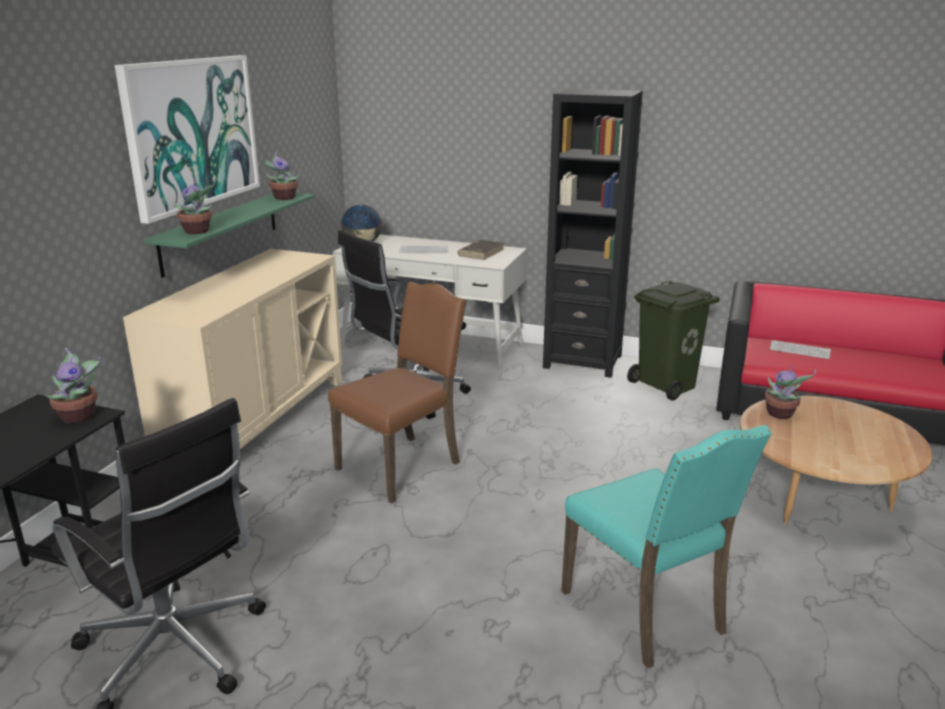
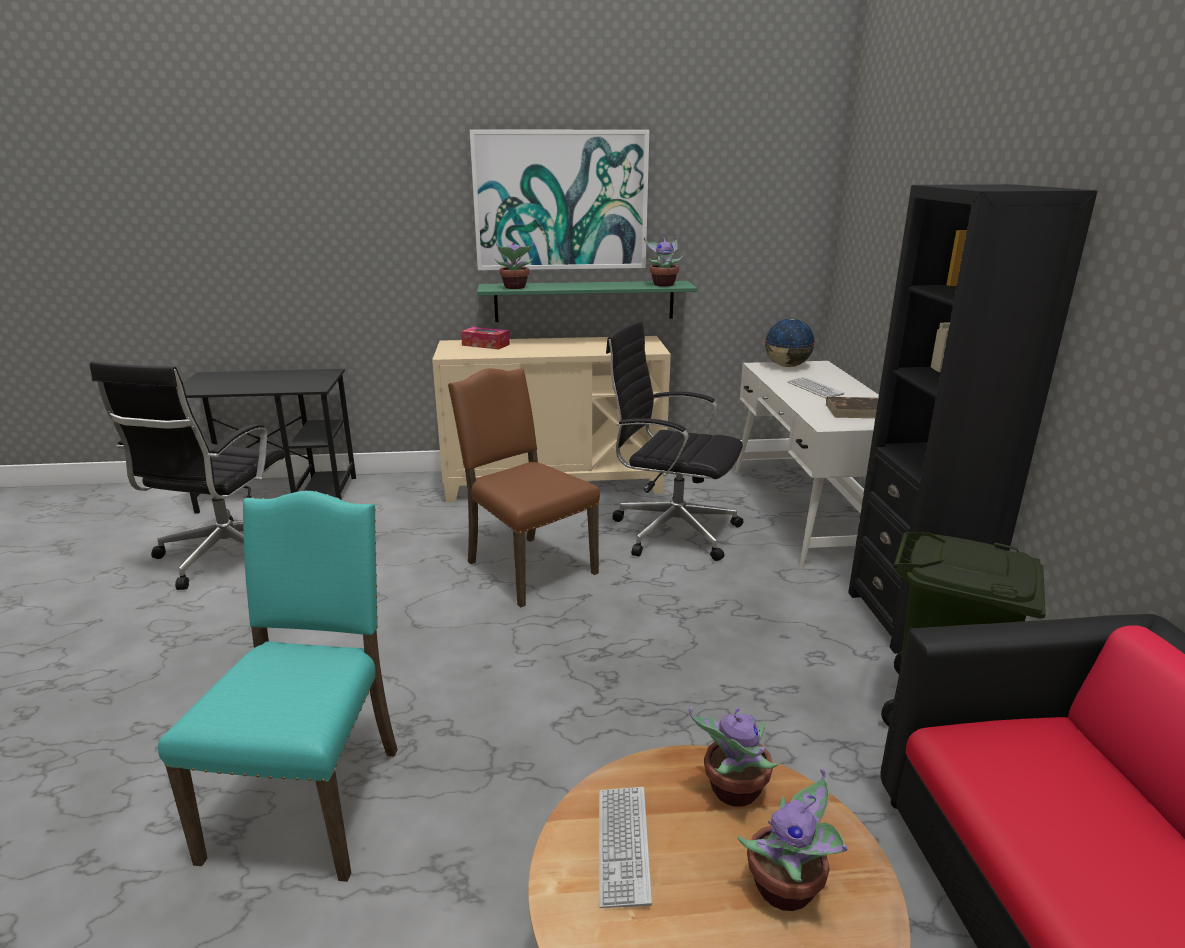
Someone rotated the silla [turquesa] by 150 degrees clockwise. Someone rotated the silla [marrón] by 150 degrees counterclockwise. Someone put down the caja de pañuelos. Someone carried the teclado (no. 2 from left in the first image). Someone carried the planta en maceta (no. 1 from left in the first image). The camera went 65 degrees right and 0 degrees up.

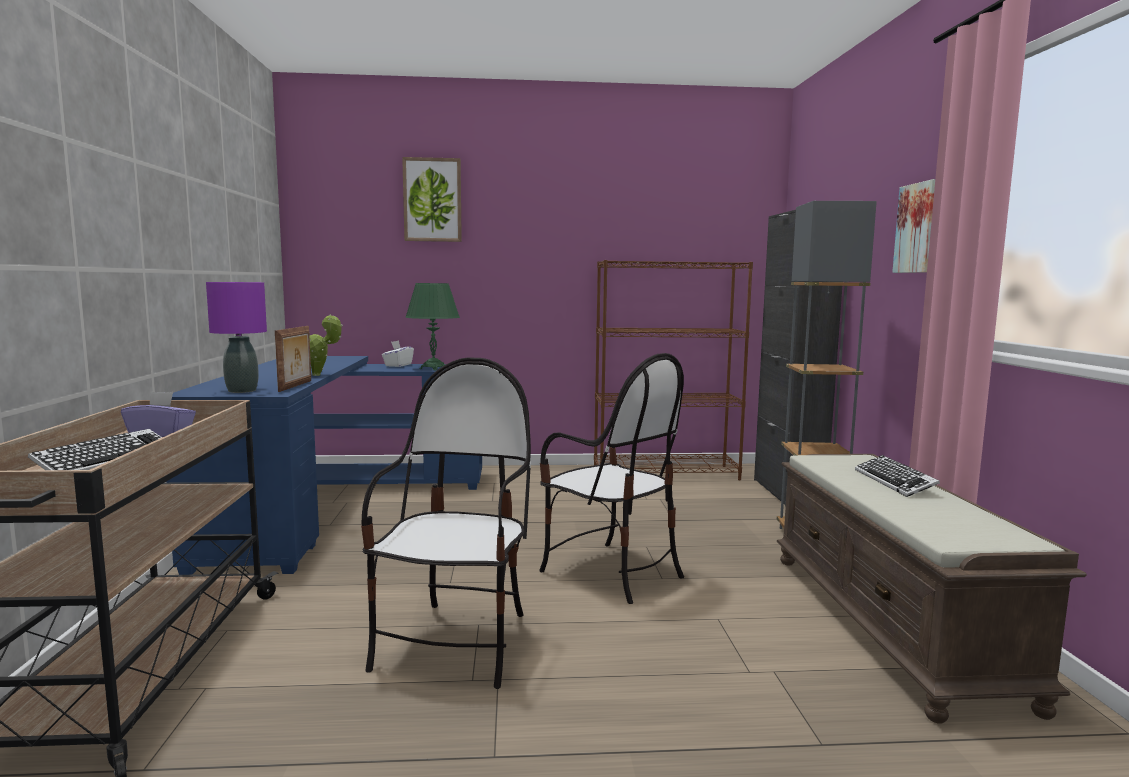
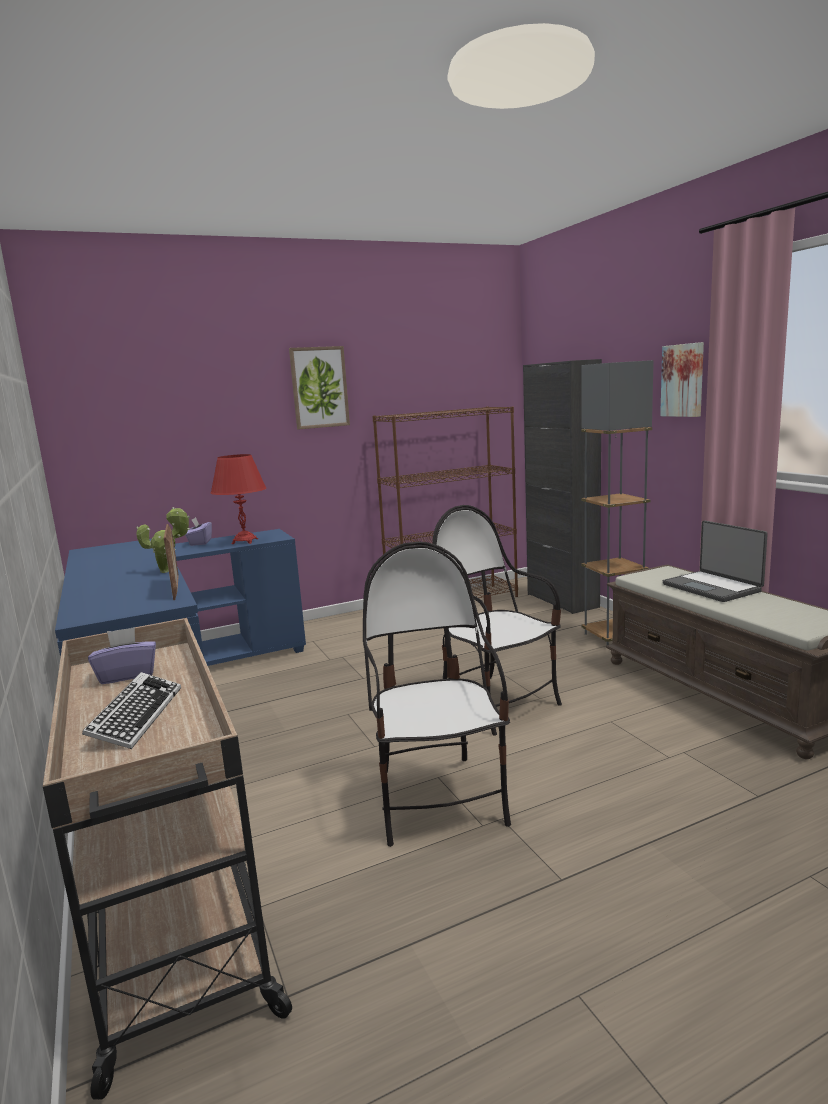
Someone repainted the caja de pañuelos [blanco], which became the caja de pañuelos [morado] (no. 2 from left). Someone repainted the lámpara de mesa [verde], which became the lámpara de mesa [rojo]. Someone carried the cuadro (no. 1 from left). Someone rotated the silla (no. 2 from left) by 150 degrees counterclockwise. Someone swapped the teclado (no. 2 from left) for the portátil. Someone took away the lámpara de mesa [morado]. The camera went 20 degrees left and 5 degrees up.

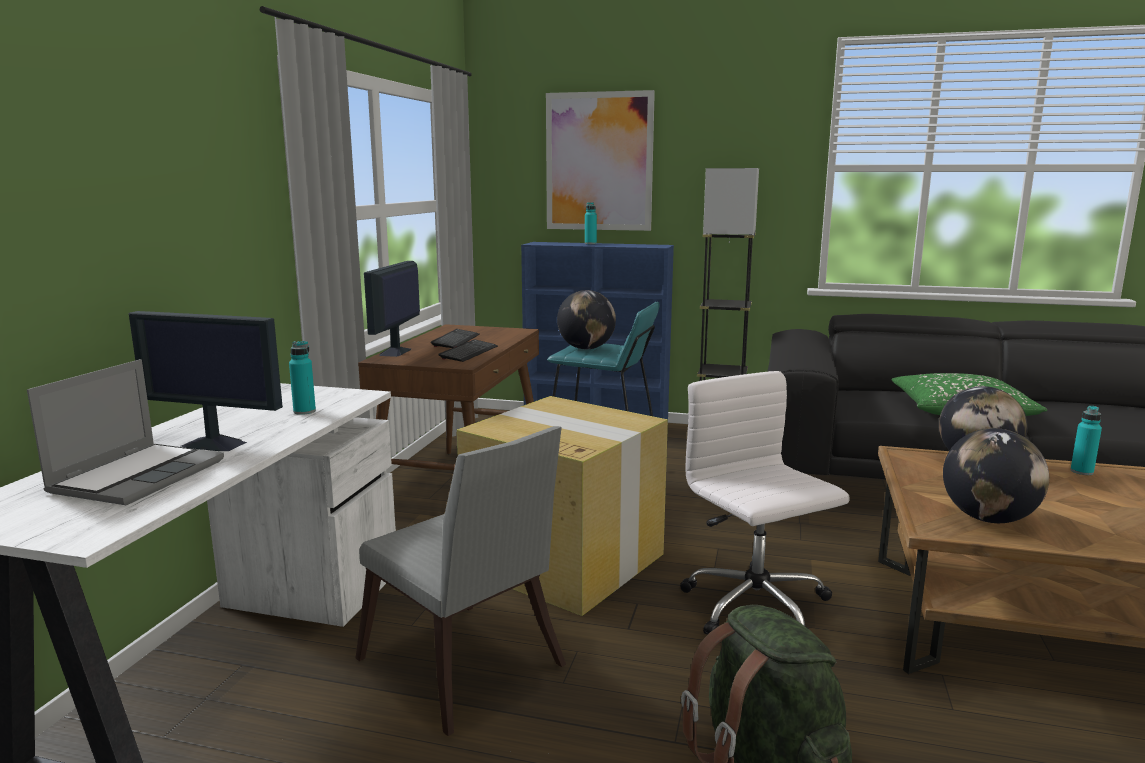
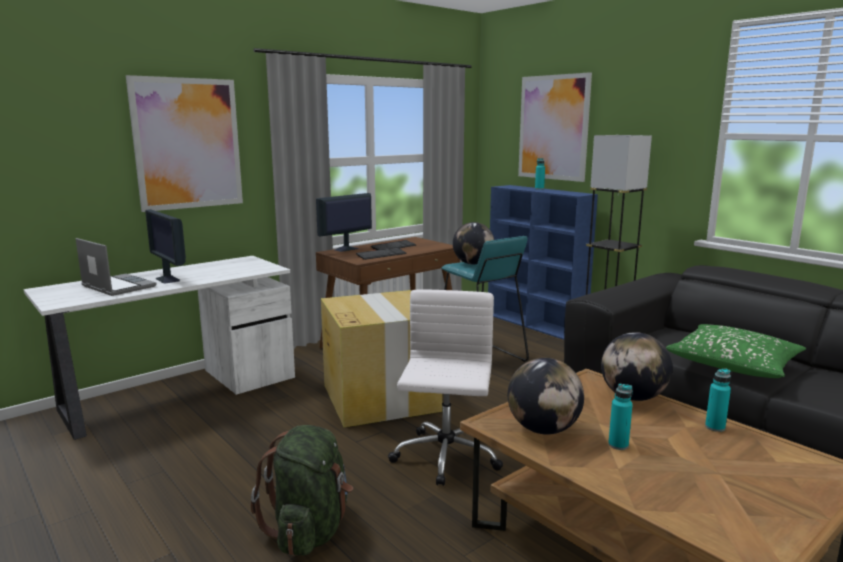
Someone rotated the portátil by 105 degrees counterclockwise. Someone put up the cuadro (no. 1 from left). Someone carried the botella [turquesa] (no. 1 from left in the first image). Someone took away the silla [gris]. The camera went 35 degrees right and 0 degrees up.

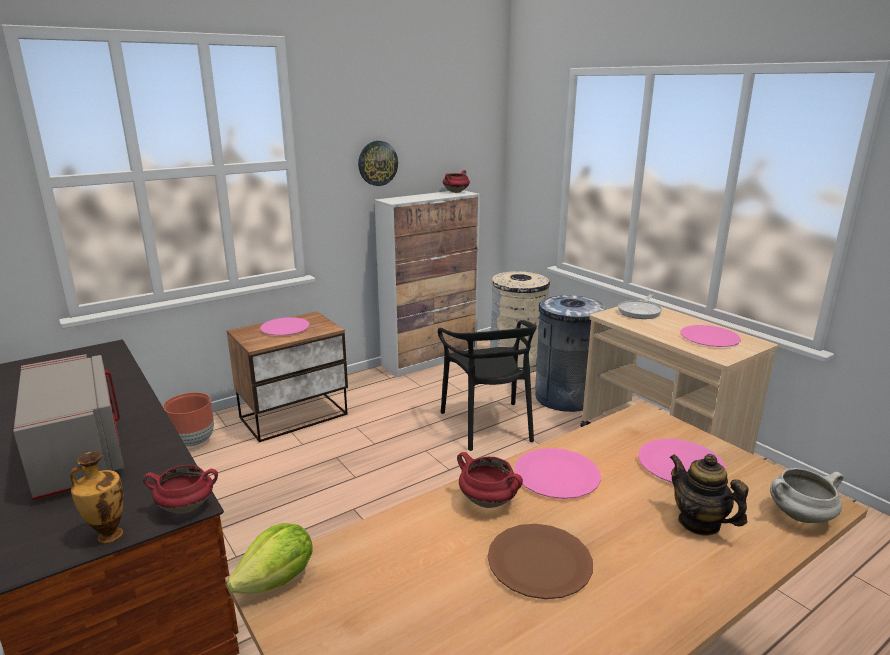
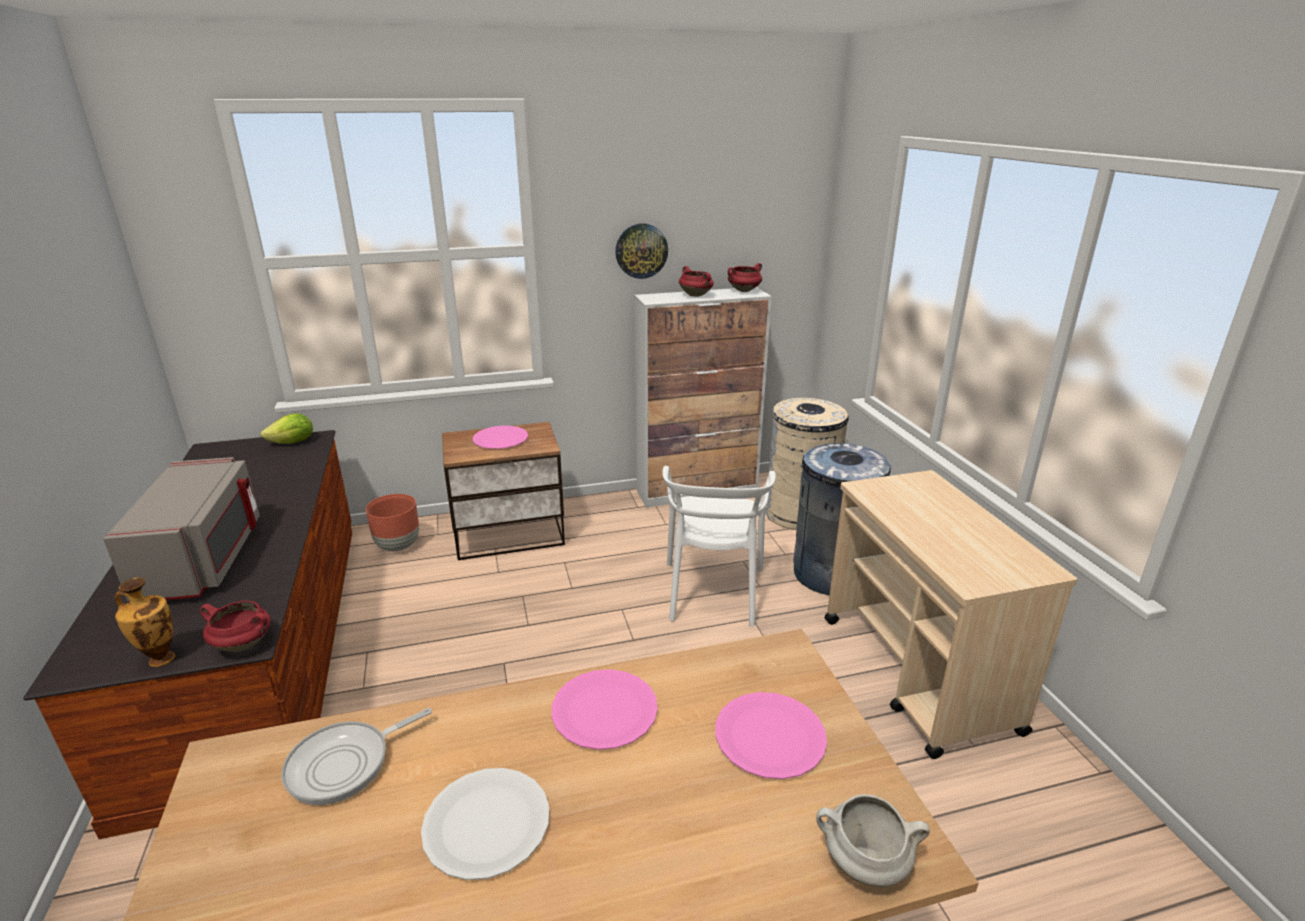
Someone carried the lechuga. Someone carried the sartén. Someone repainted the plato [marrón], which became the plato [blanco]. Someone repainted the silla [negro], which became the silla [blanco]. Someone carried the olla [rojo] (no. 3 from left in the first image). Someone took away the tetera. Someone took away the plato [rosa] (no. 4 from left). The camera went 20 degrees right and 5 degrees up.

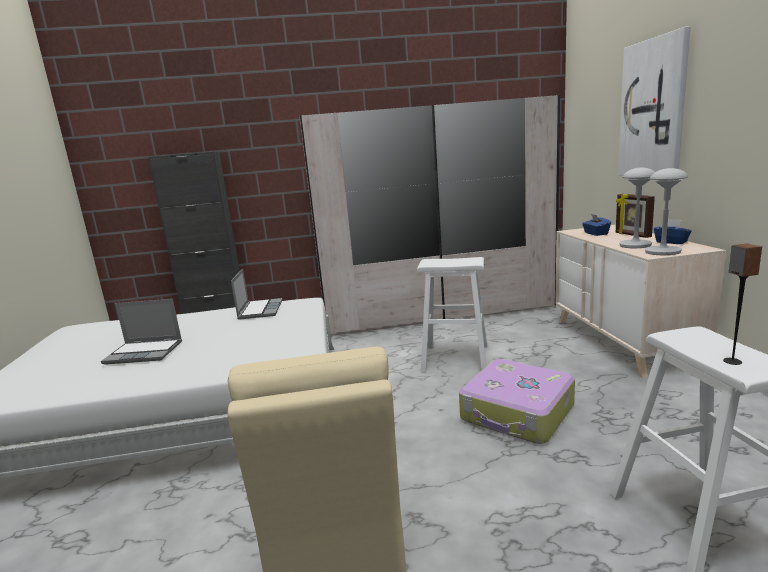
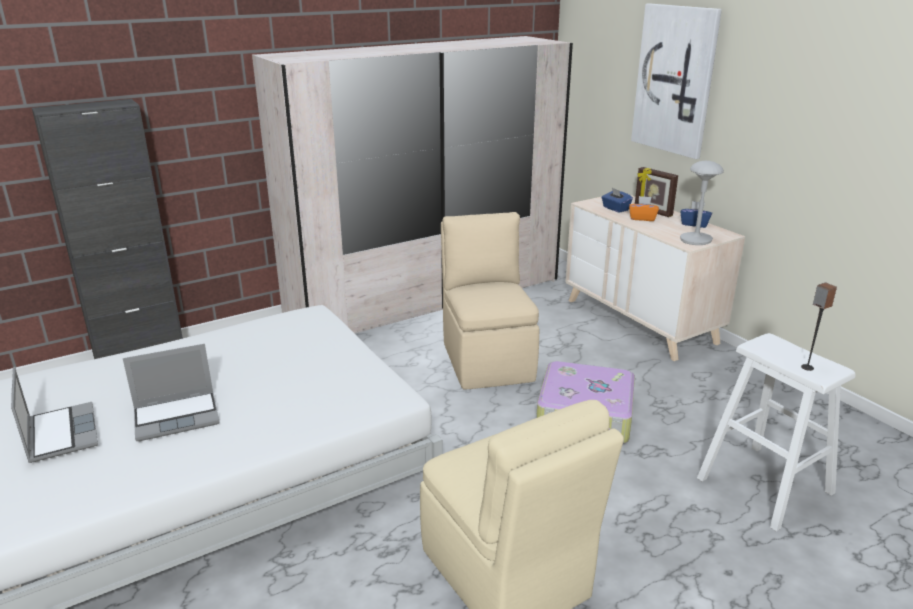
Someone carried the portátil (no. 2 from left in the first image). Someone swapped the taburete [blanco] (no. 1 from left) for the silla [beis] (no. 1 from left). Someone put down the caja de pañuelos [naranja]. Someone took away the lámpara de mesa [gris] (no. 1 from left). The camera went 25 degrees left and 10 degrees up.

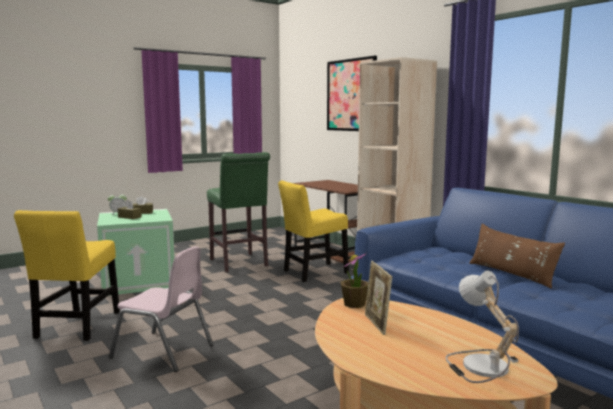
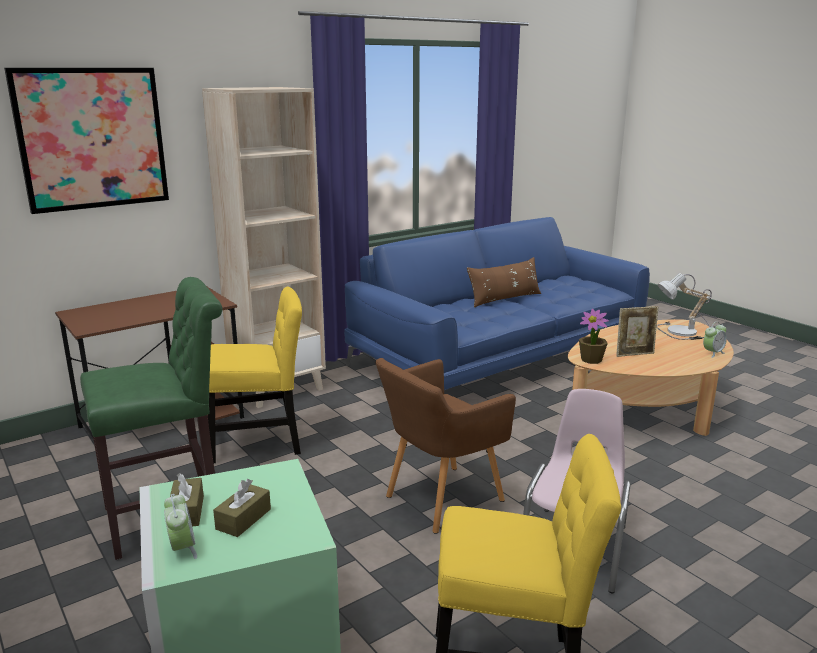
Someone rotated the silla [amarillo] (no. 2 from left in the first image) by 75 degrees counterclockwise. Someone put down the sillón [marrón]. Someone put down the despertador (no. 2 from left). The camera went 90 degrees left and 10 degrees up.

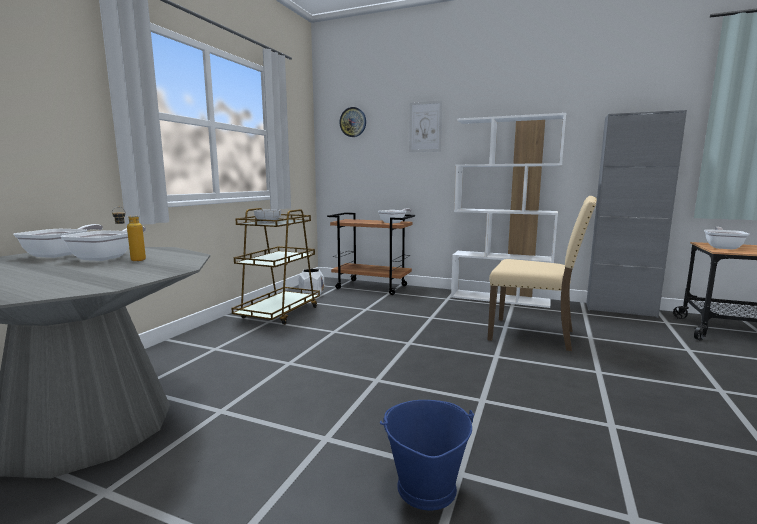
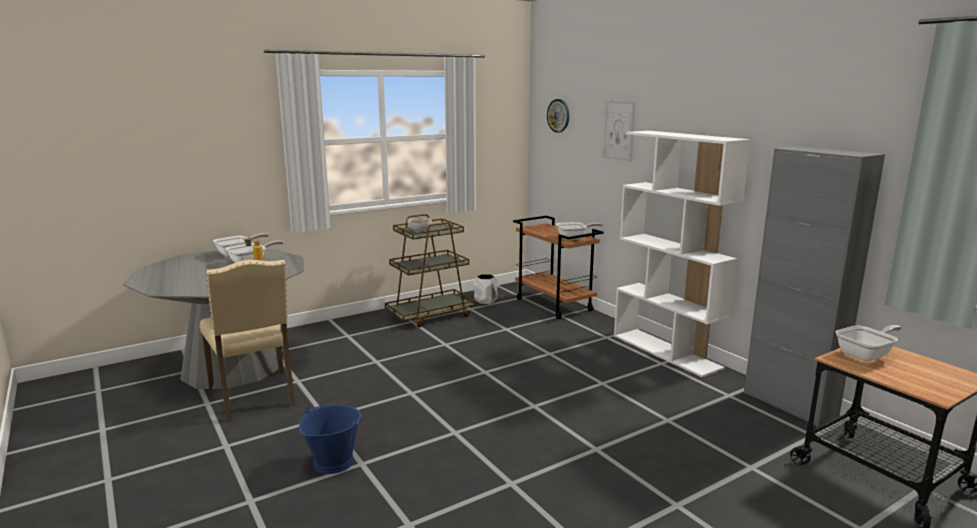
Someone carried the silla [beis]. The camera went 35 degrees right and 5 degrees up.

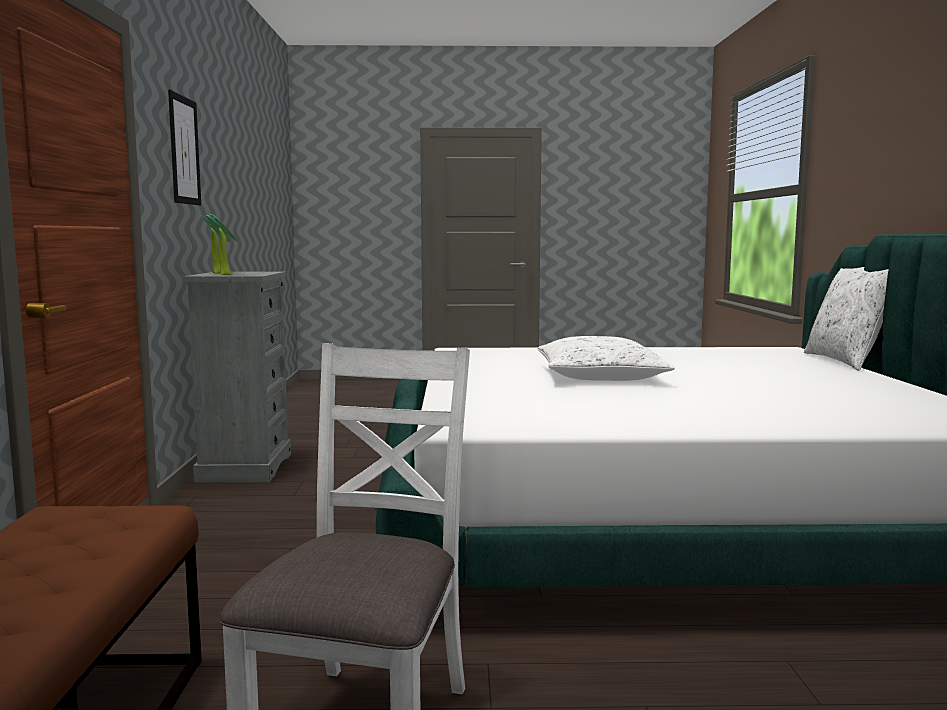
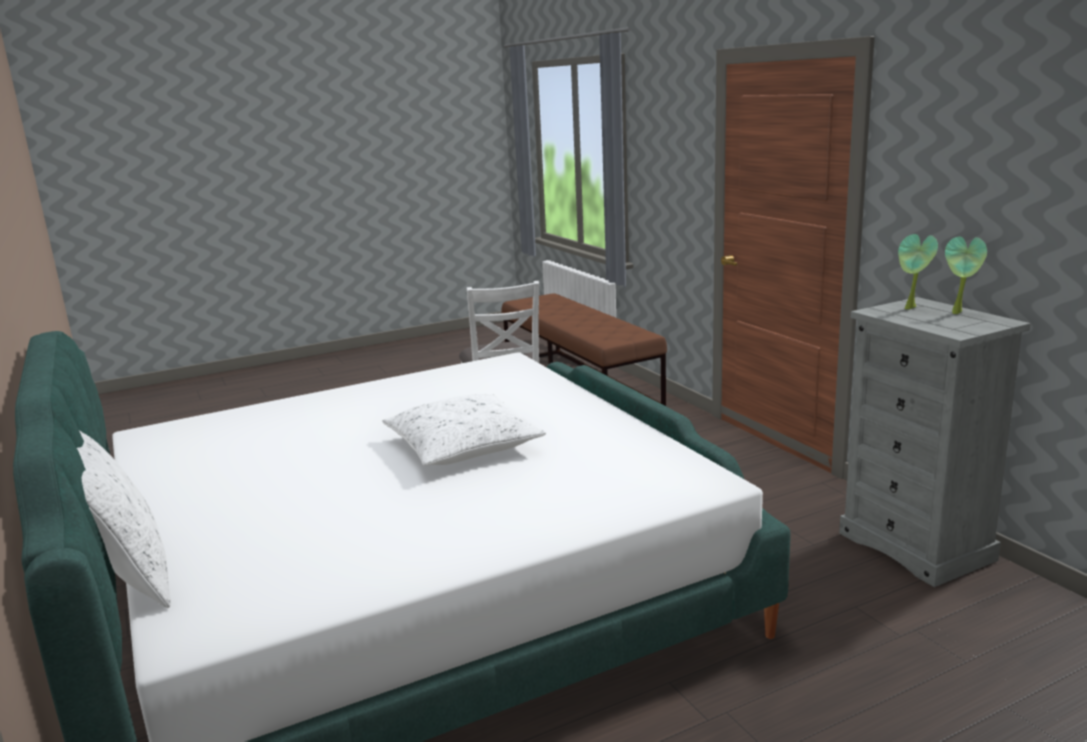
Someone took away the cuadro. The camera went 155 degrees right and 10 degrees up.

